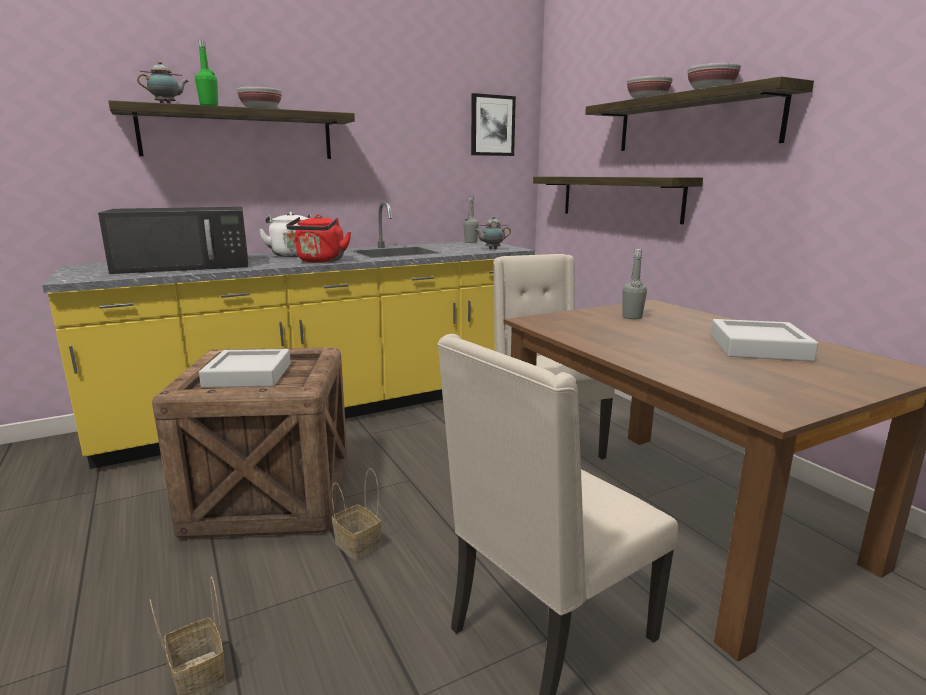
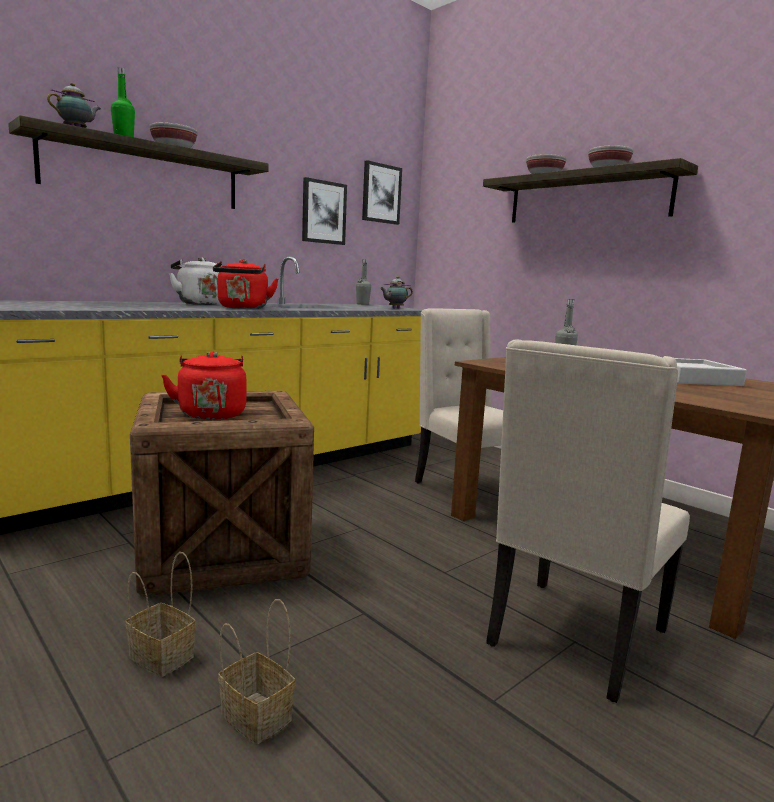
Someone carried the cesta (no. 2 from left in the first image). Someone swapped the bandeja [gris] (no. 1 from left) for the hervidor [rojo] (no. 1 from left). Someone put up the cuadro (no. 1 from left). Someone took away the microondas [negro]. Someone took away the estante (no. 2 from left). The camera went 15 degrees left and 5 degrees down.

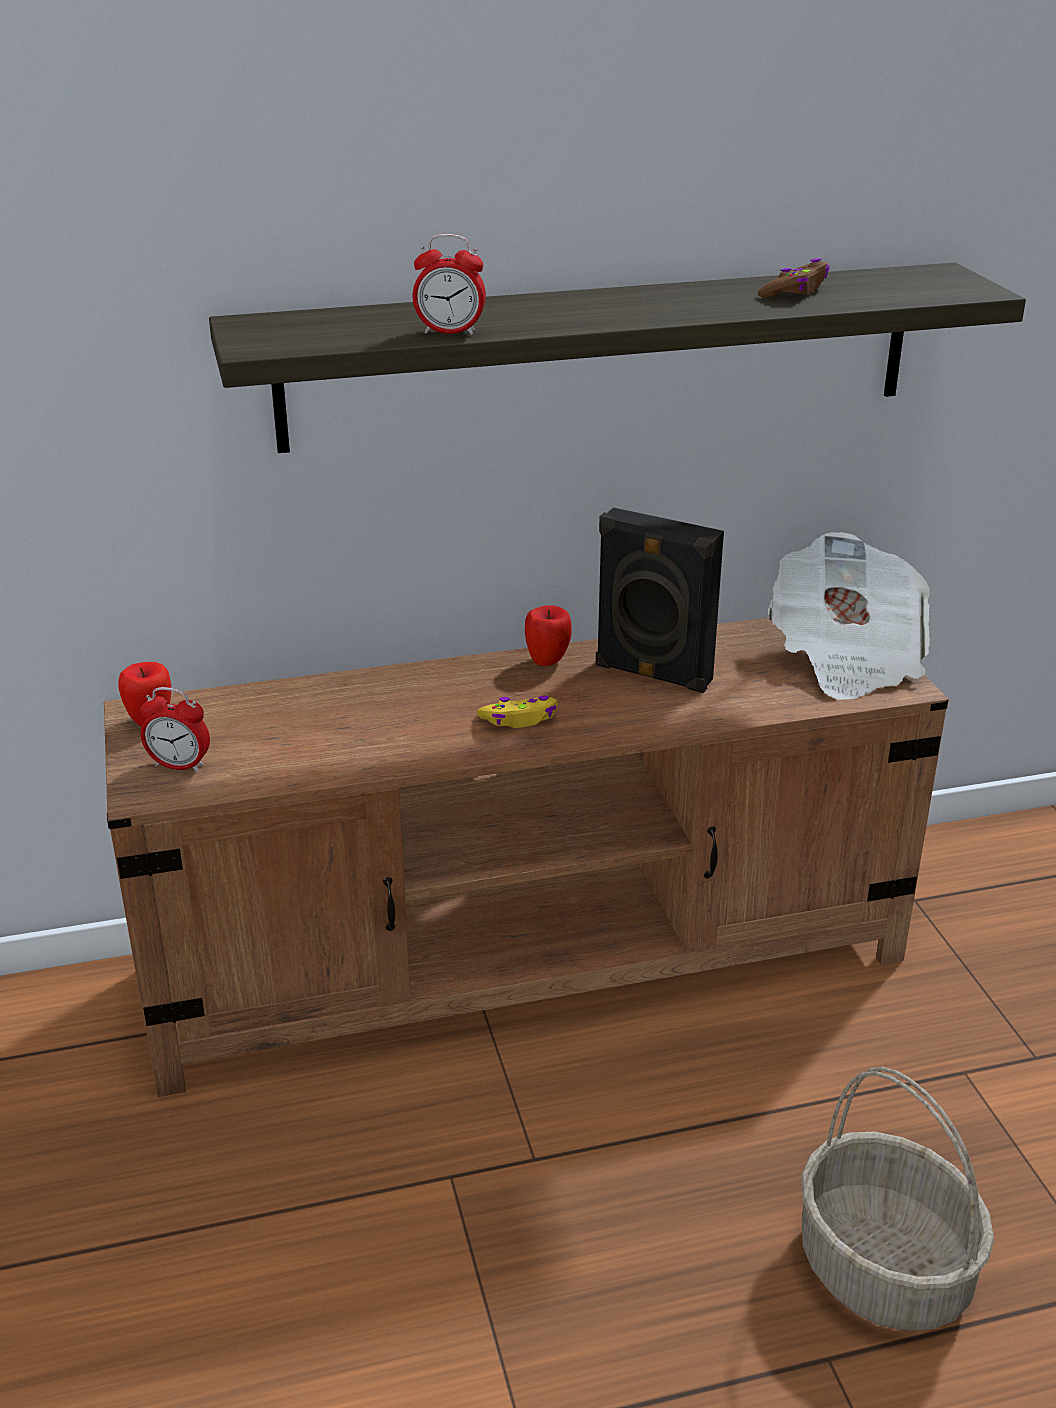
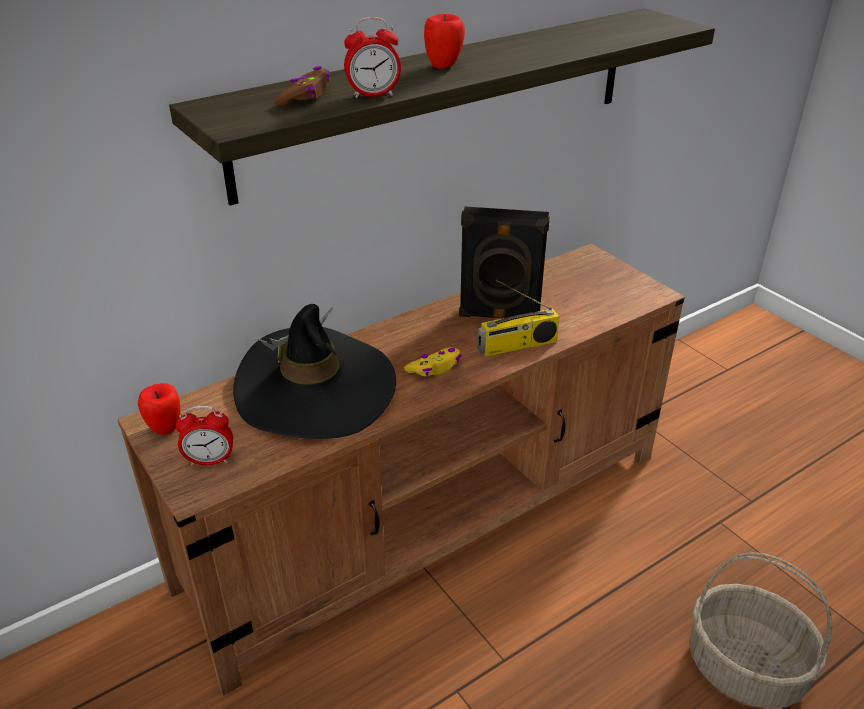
Someone put down the sombrero [negro]. Someone carried the mando de consola [marrón]. Someone carried the manzana (no. 2 from left). Someone put down the radio. Someone took away the periódico. The camera went 20 degrees left and 5 degrees up.

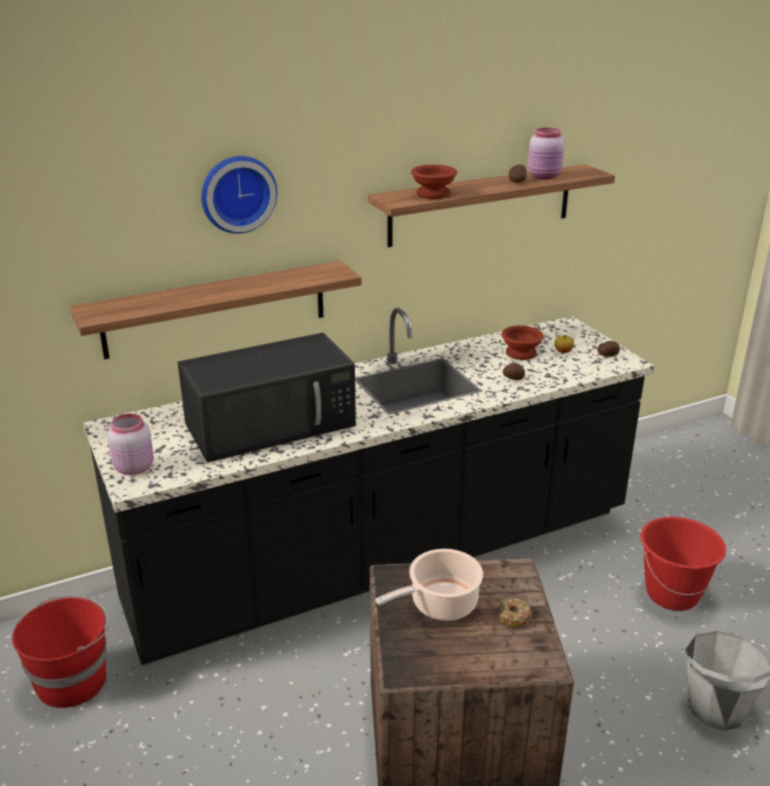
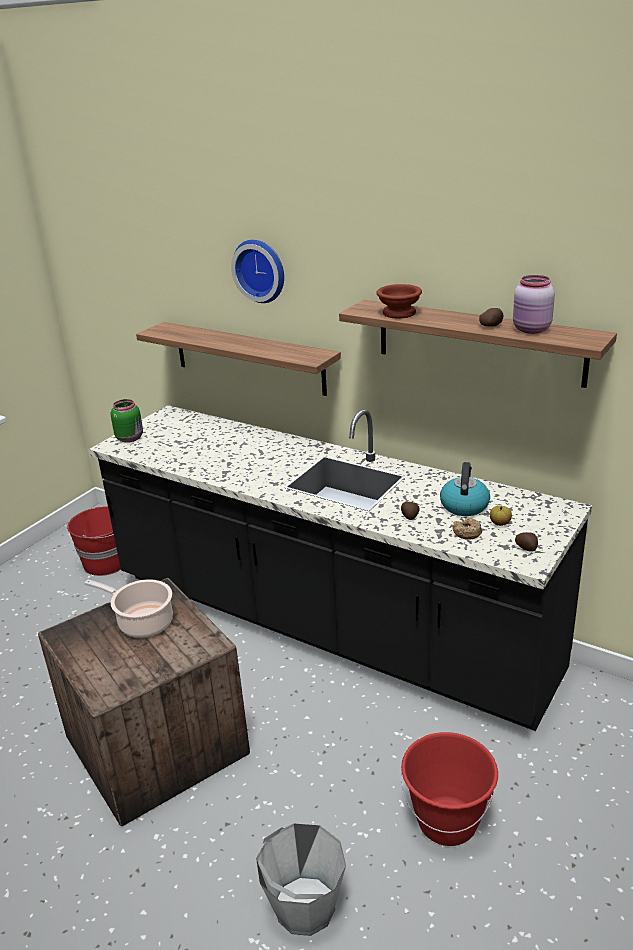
Someone repainted the tarro [rosa] (no. 1 from left), which became the tarro [verde]. Someone swapped the cuenco [marrón] (no. 2 from left) for the hervidor. Someone carried the rosquilla. Someone took away the microondas [negro]. The camera went 60 degrees right and 0 degrees up.

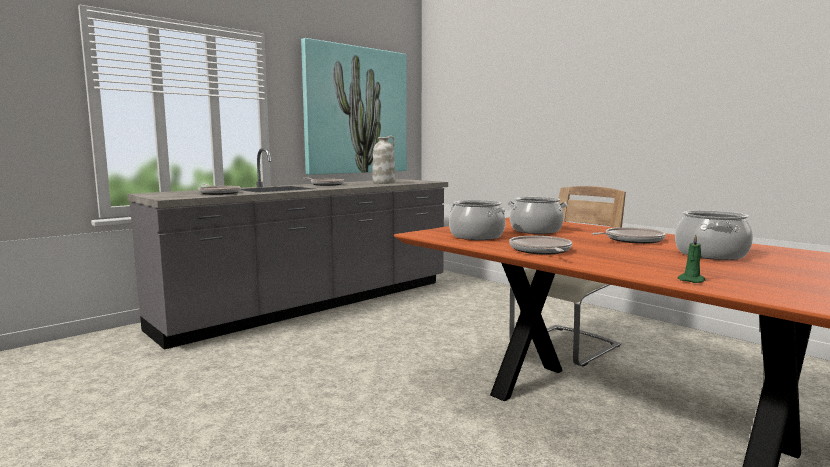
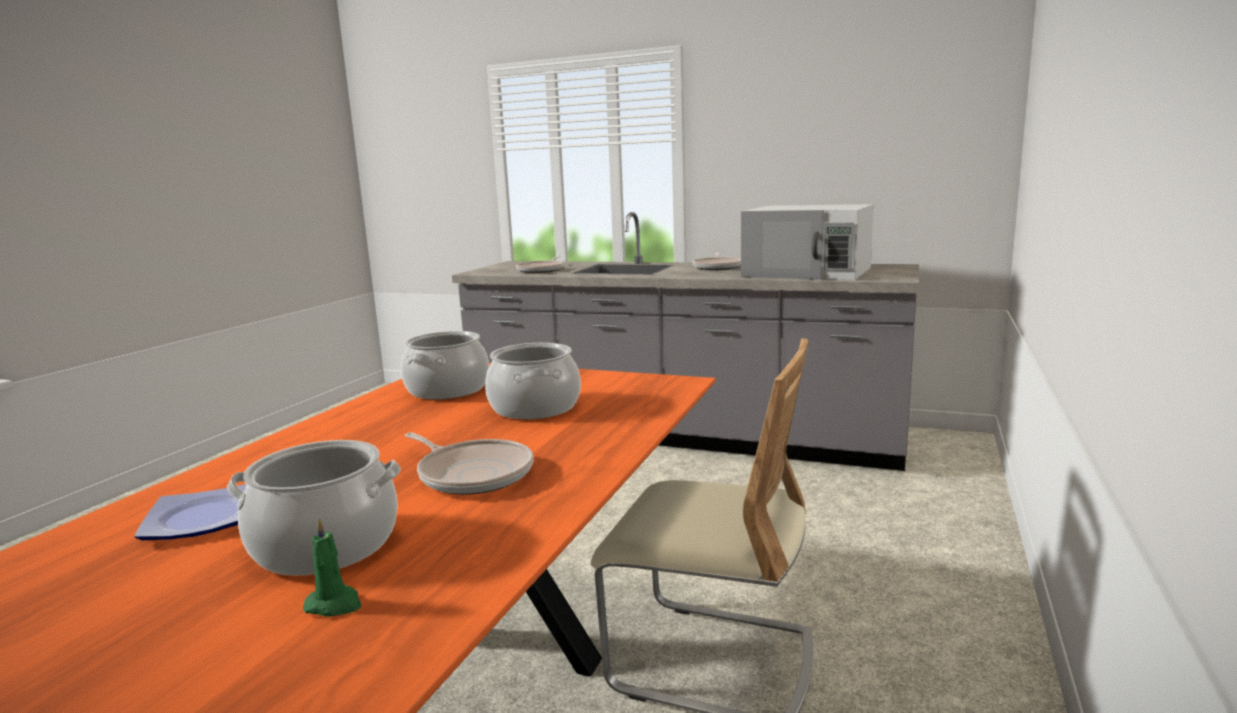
Someone put down the plato. Someone carried the vela [verde]. Someone swapped the florero [blanco] for the microondas [blanco]. Someone took away the cuadro. Someone took away the sartén (no. 3 from left). The camera went 65 degrees right and 5 degrees up.

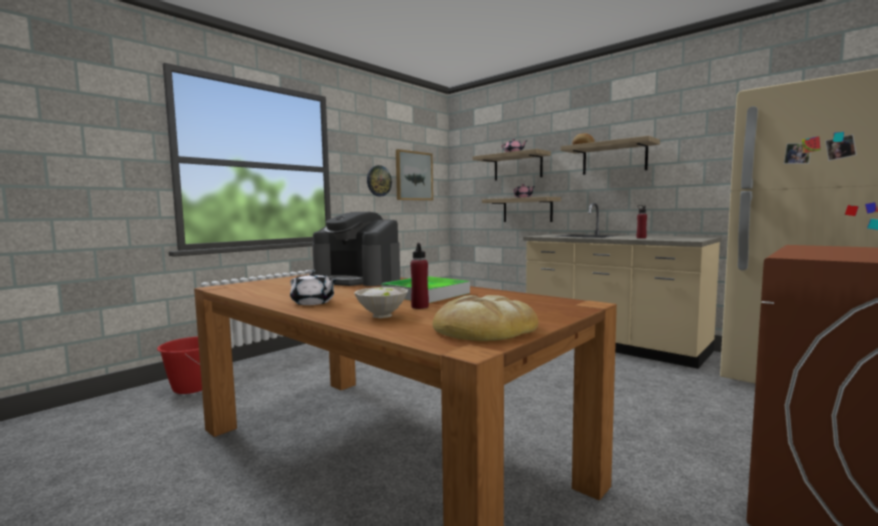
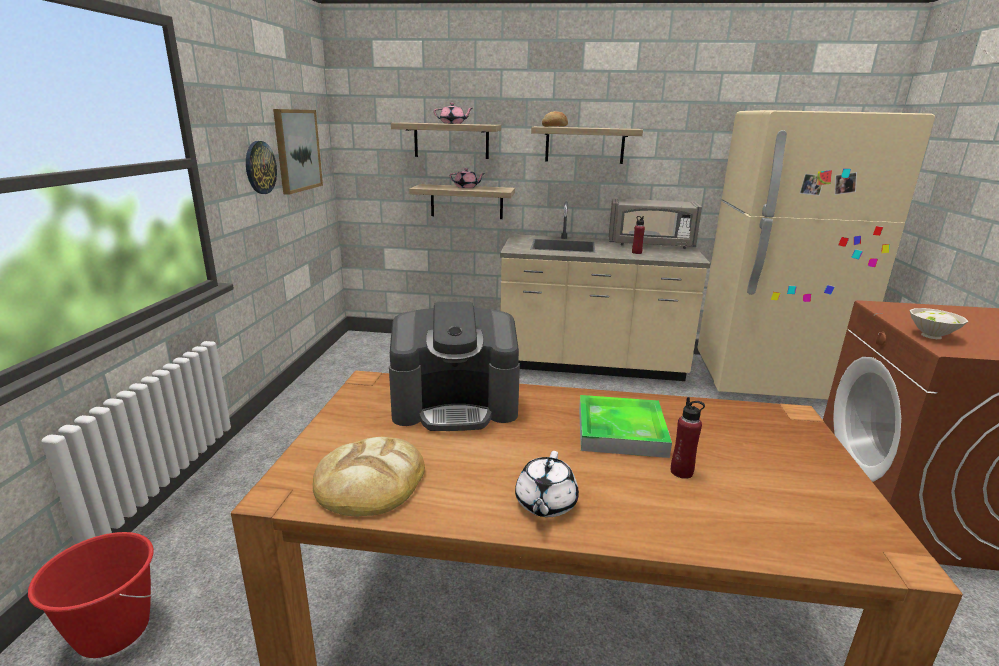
Someone carried the pan (no. 1 from left). Someone rotated the tetera [blanco] by 105 degrees clockwise. Someone put down the microondas [gris]. Someone carried the cuenco [blanco]. The camera went 35 degrees left and 15 degrees up.

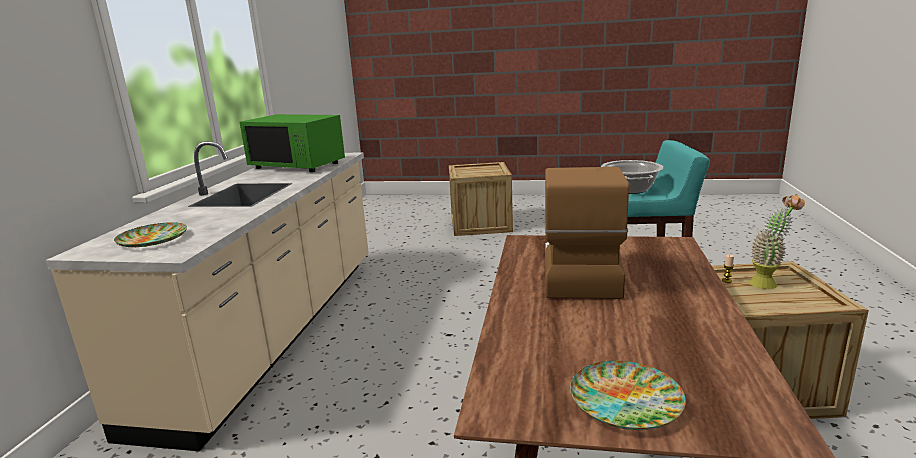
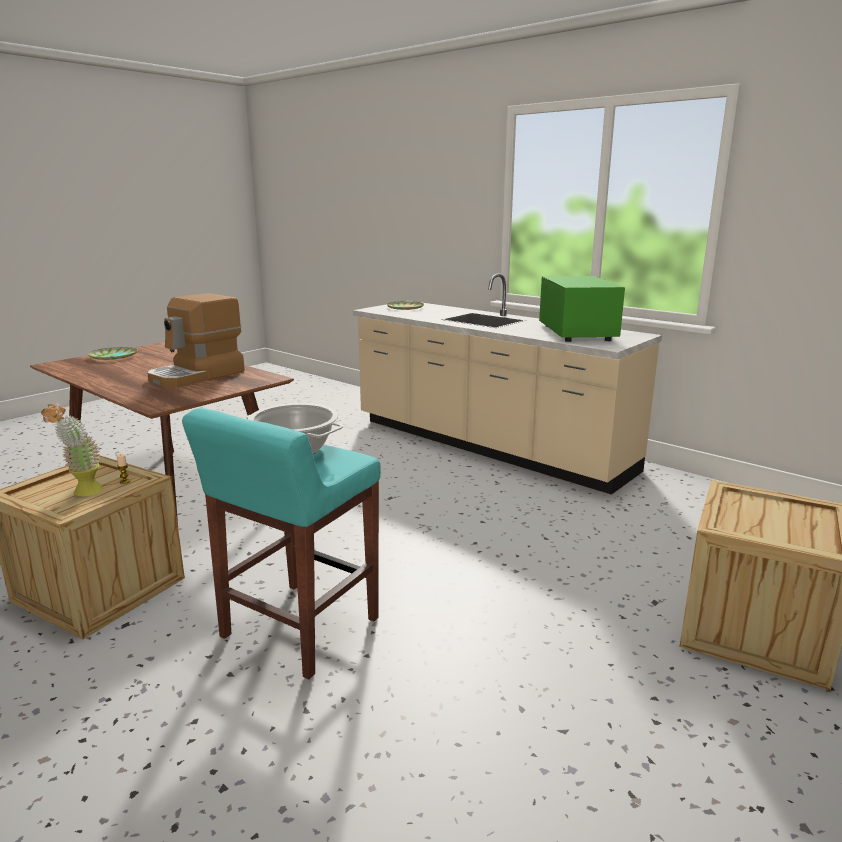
Someone rotated the cafetera by 90 degrees clockwise. Someone rotated the microondas [verde] by 120 degrees clockwise. The camera went 120 degrees right and 0 degrees up.

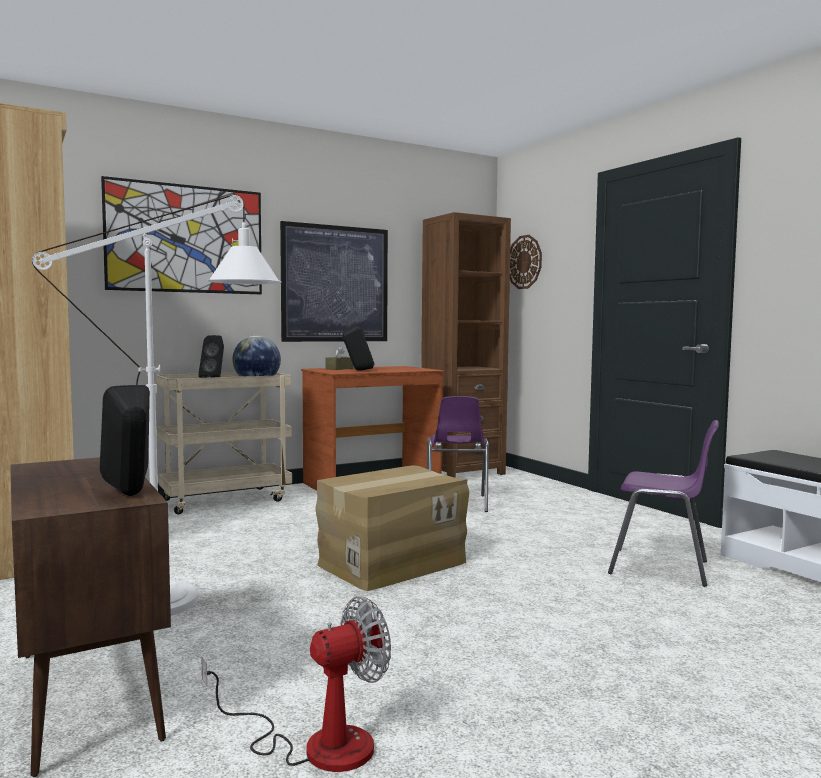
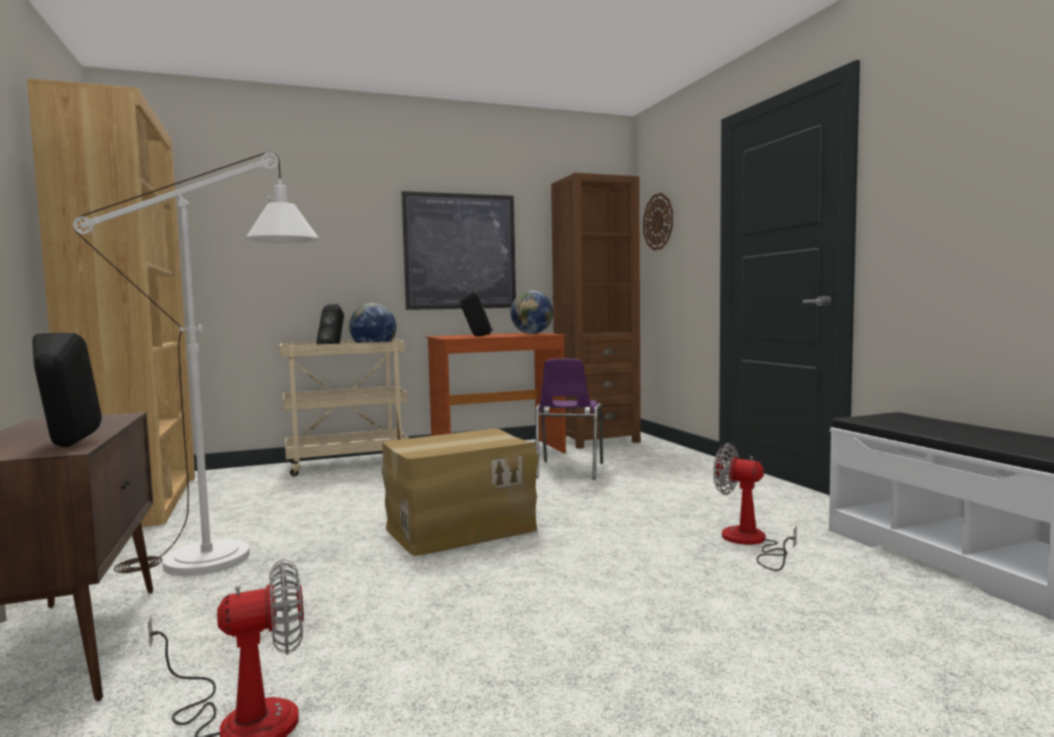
Someone put down the globo terráqueo (no. 2 from left). Someone swapped the silla [morado] (no. 2 from left) for the ventilador (no. 2 from left). Someone took away the cuadro (no. 1 from left). Someone took away the caja de pañuelos [marrón]. The camera went 10 degrees right and 0 degrees up.

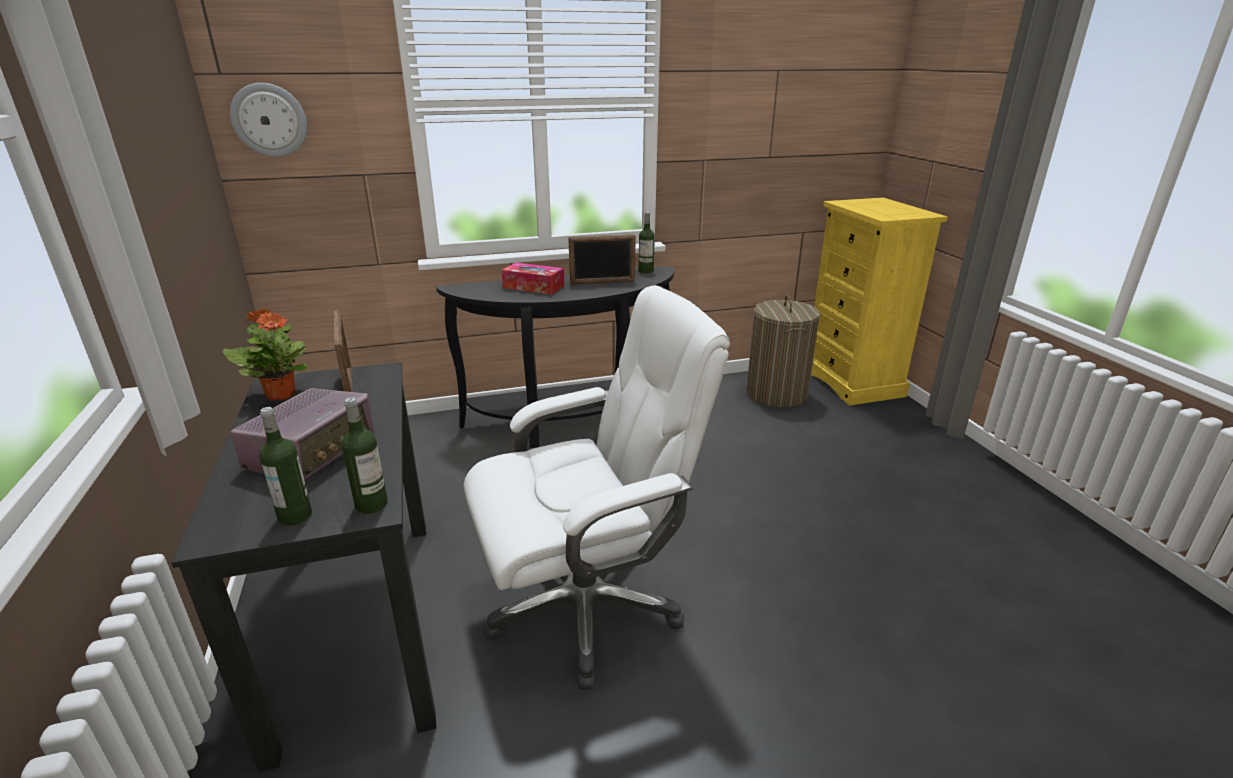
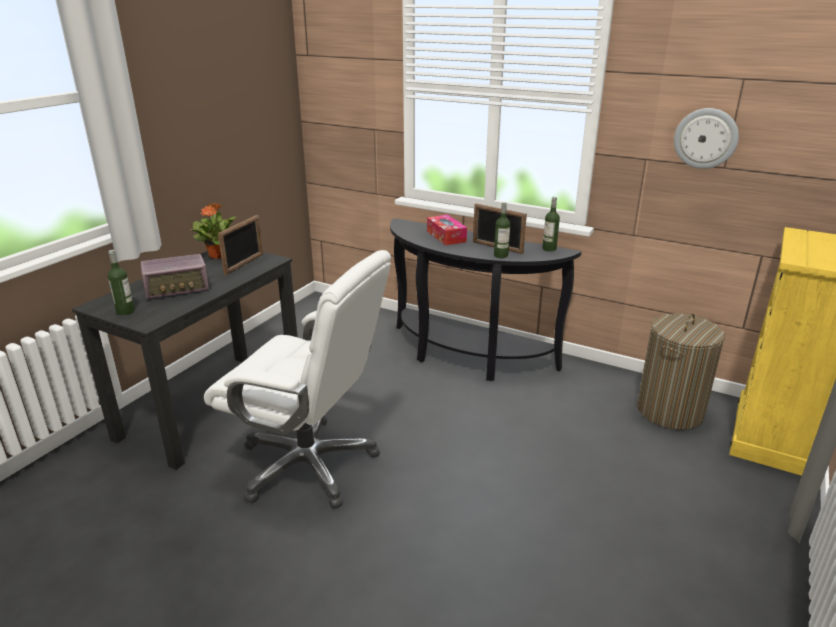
Someone carried the botella (no. 2 from left). Someone carried the reloj de pared. The camera went 45 degrees right and 0 degrees up.

